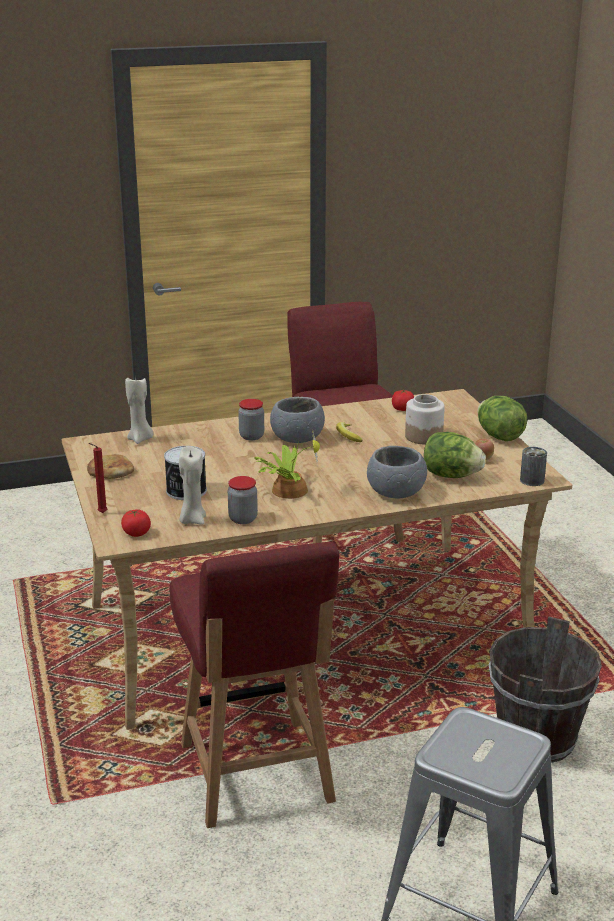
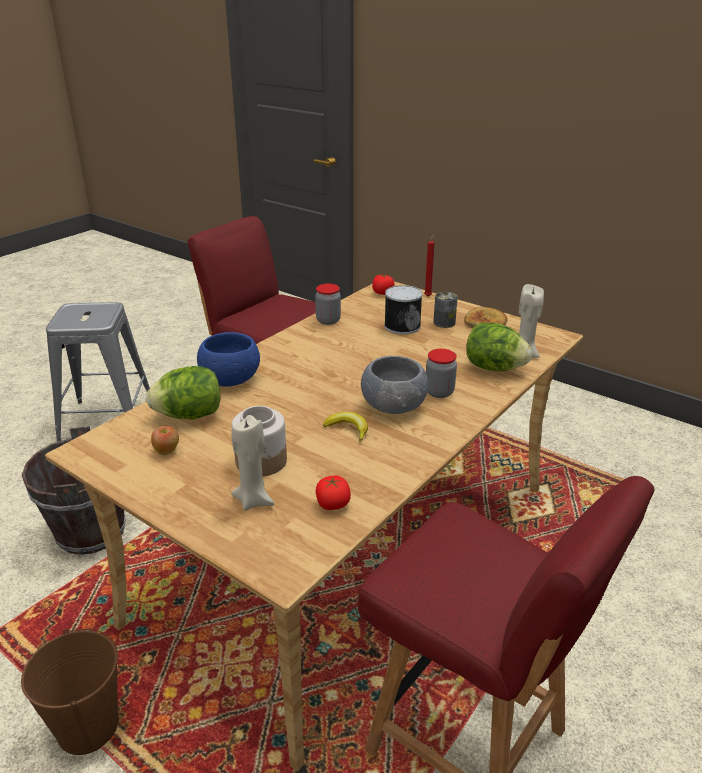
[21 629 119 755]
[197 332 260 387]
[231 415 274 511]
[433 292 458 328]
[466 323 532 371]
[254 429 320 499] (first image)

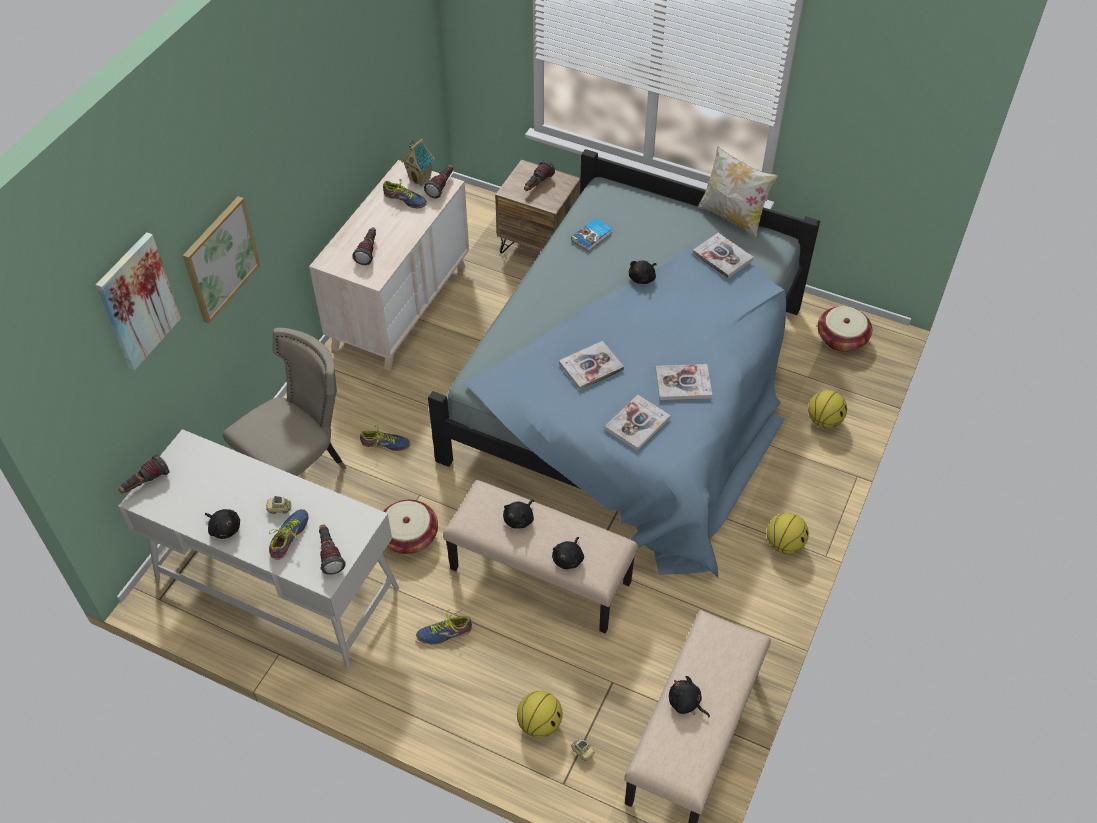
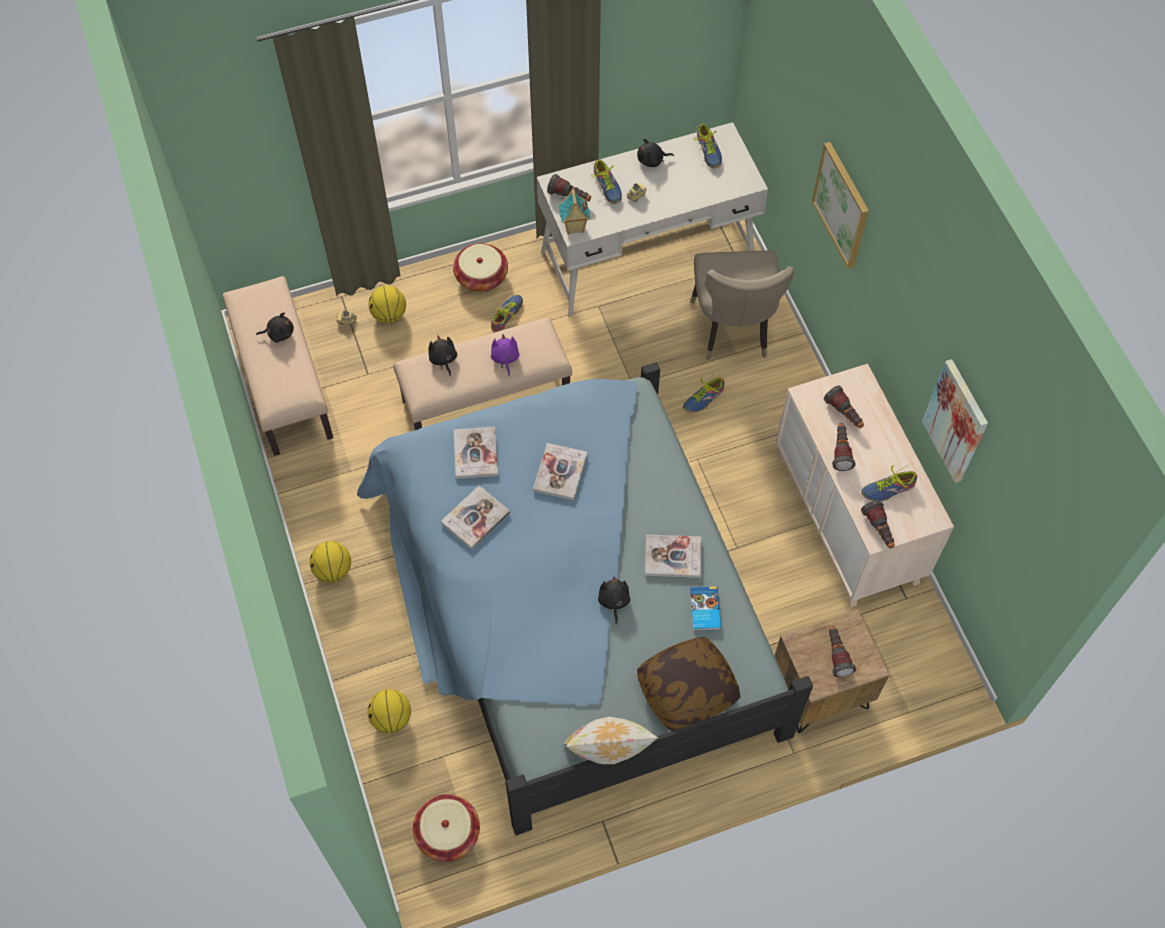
[453 243 508 292]
[491 334 520 376]
[559 189 590 235]
[637 637 741 731]
[645 534 701 578]
[694 124 722 168]
[832 423 856 471]
[922 359 988 483]

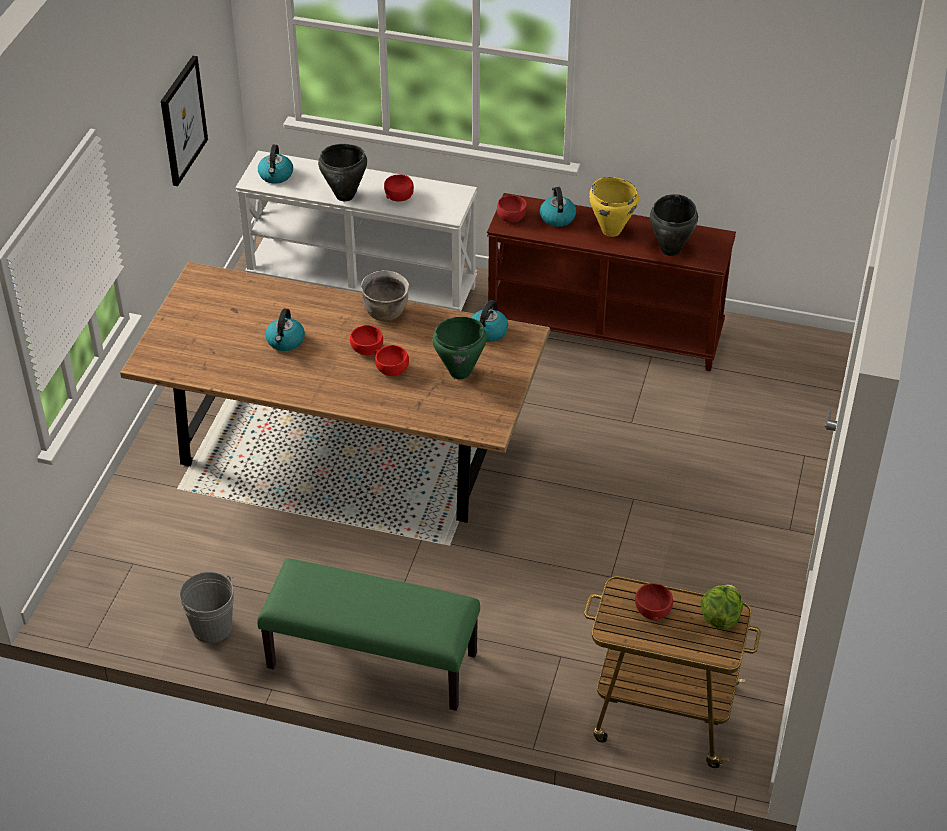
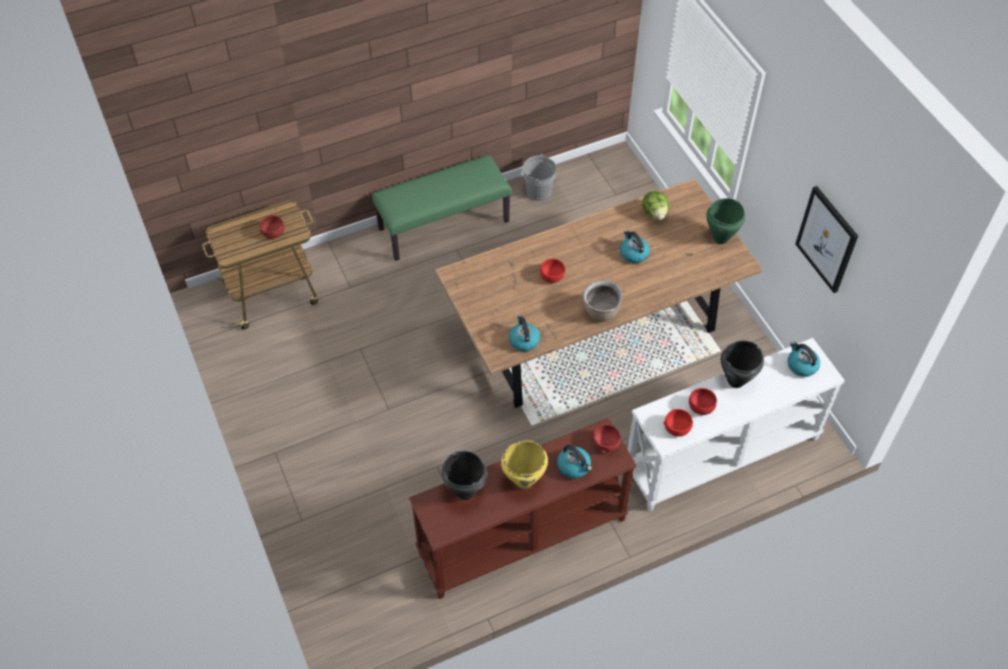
[642 191 669 220]
[663 409 693 437]
[706 198 745 244]

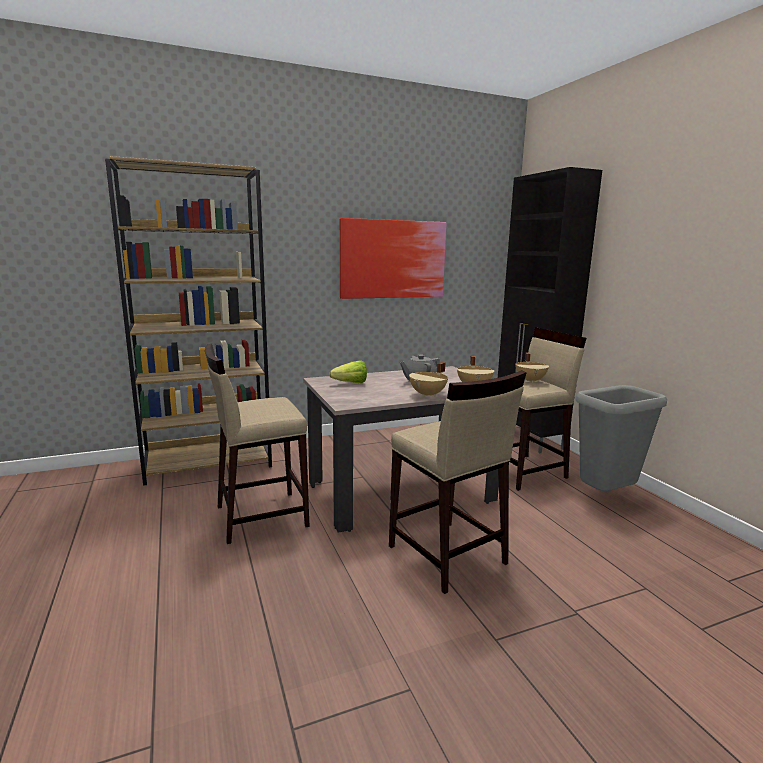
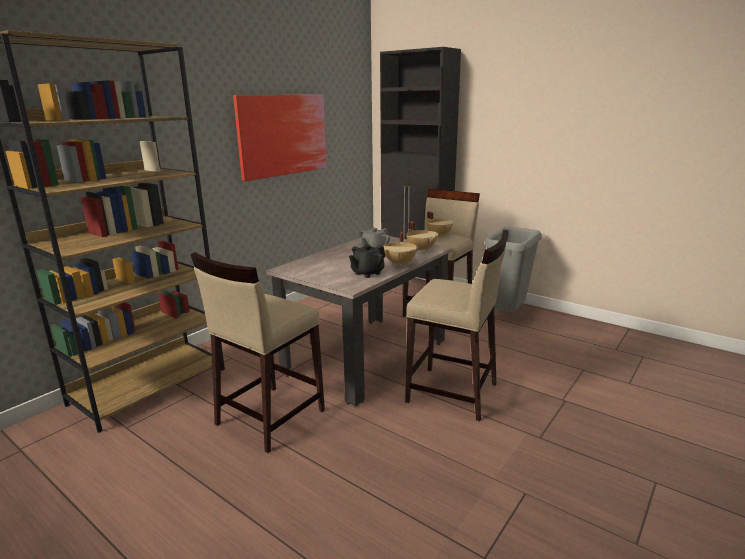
[349 245 386 278]
[329 360 367 383] (first image)

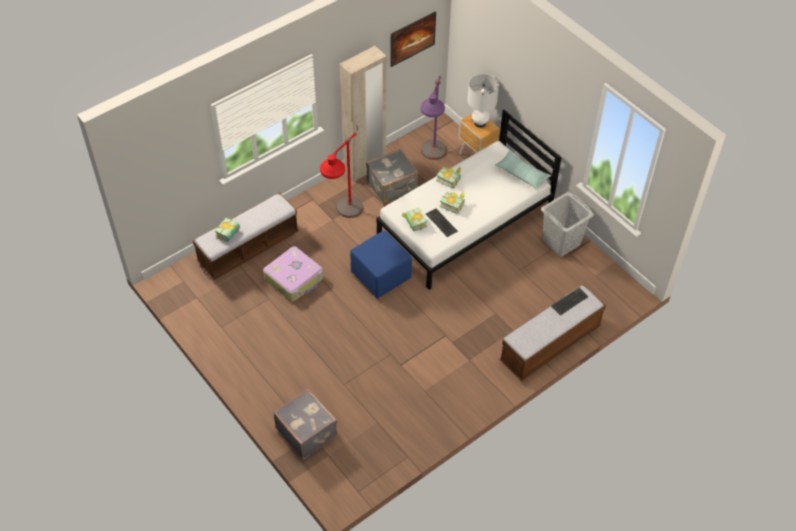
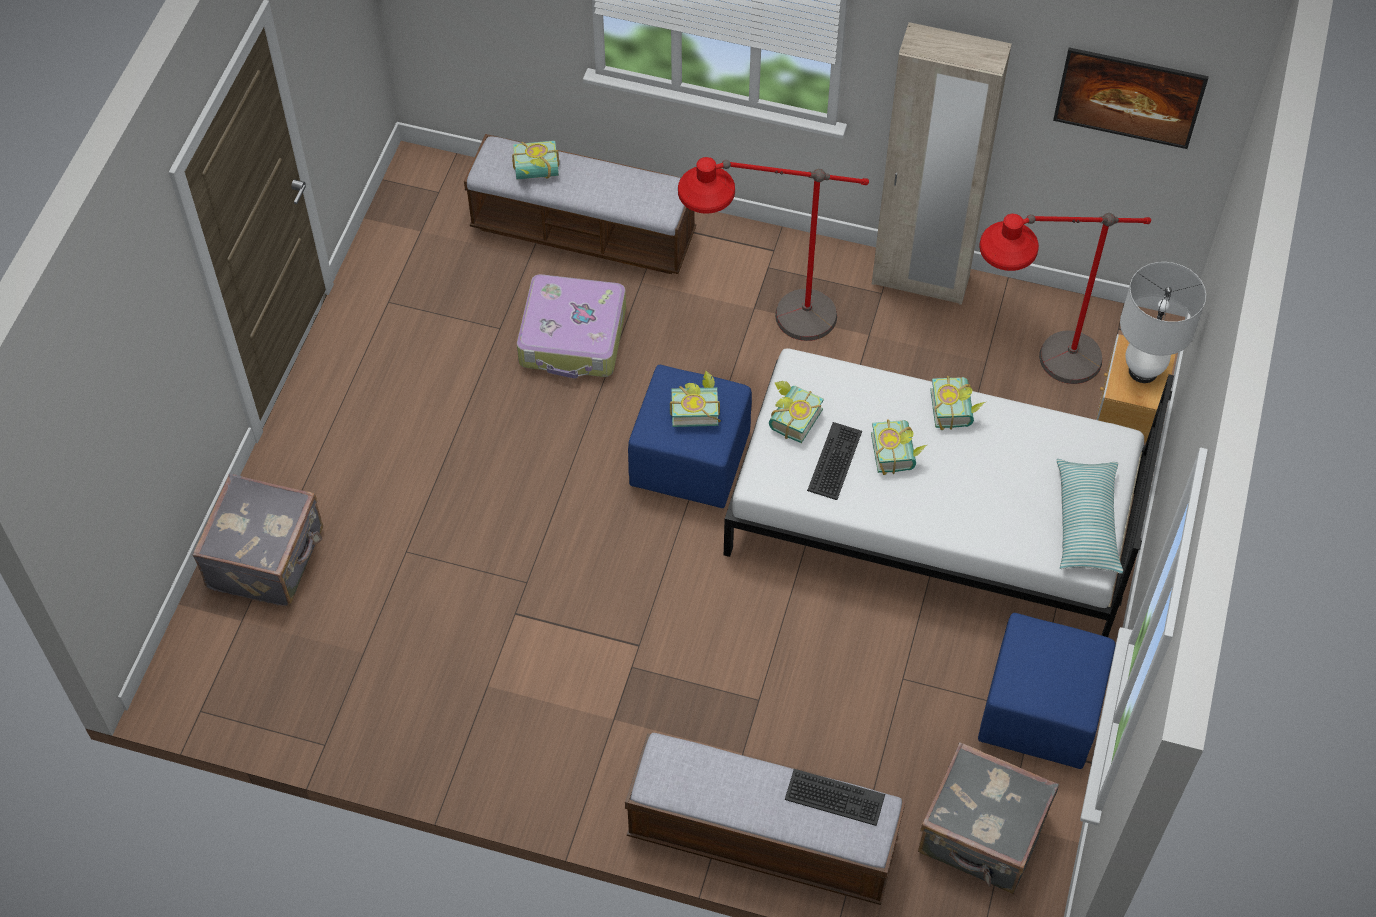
[670 371 721 427]
[918 742 1059 894]
[978 613 1115 769]
[979 213 1151 384]

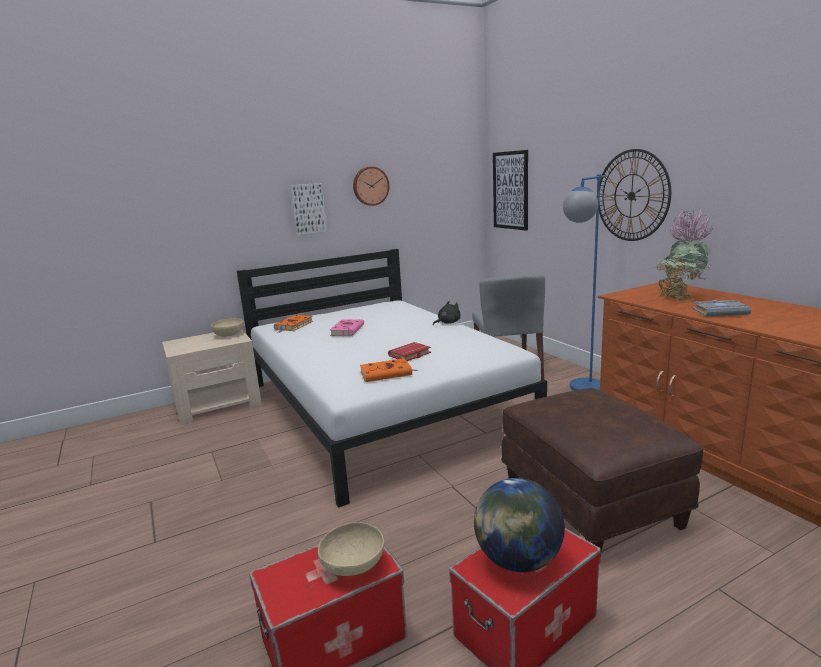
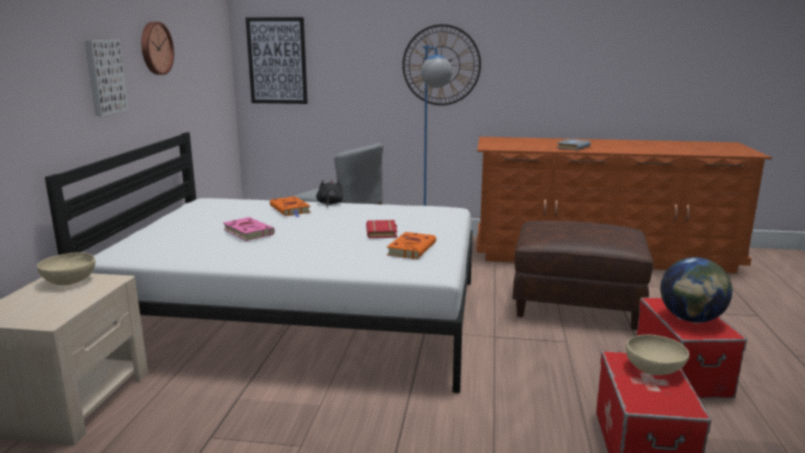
[270 196 311 217]
[656 210 714 301] (first image)

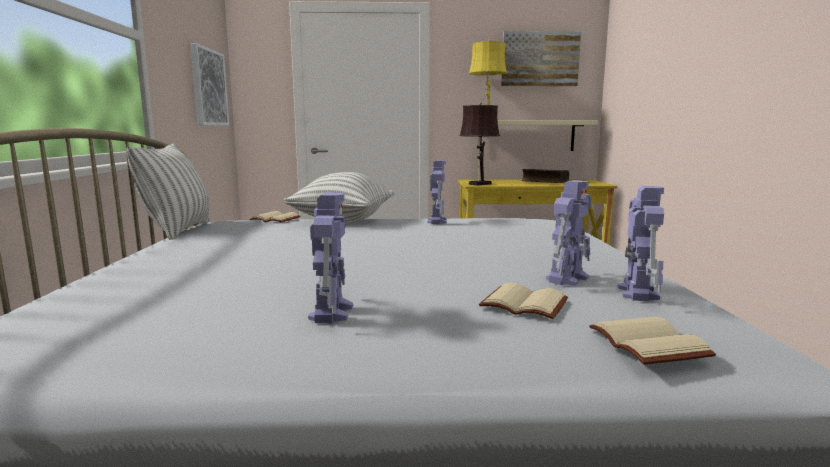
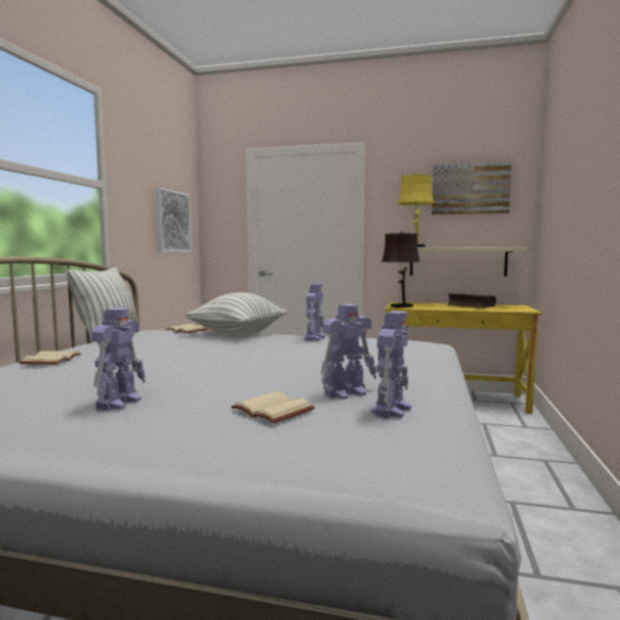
[19 351 81 364]

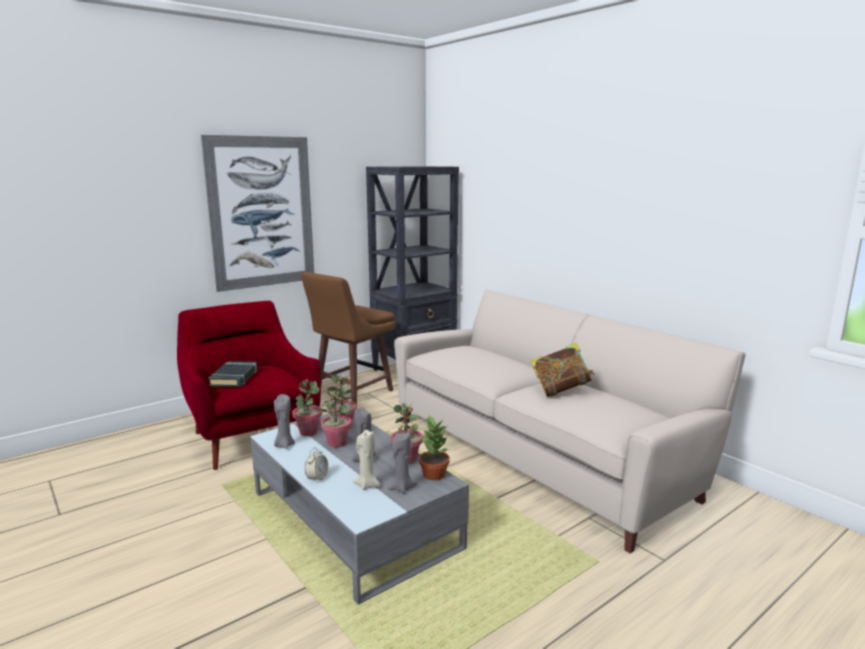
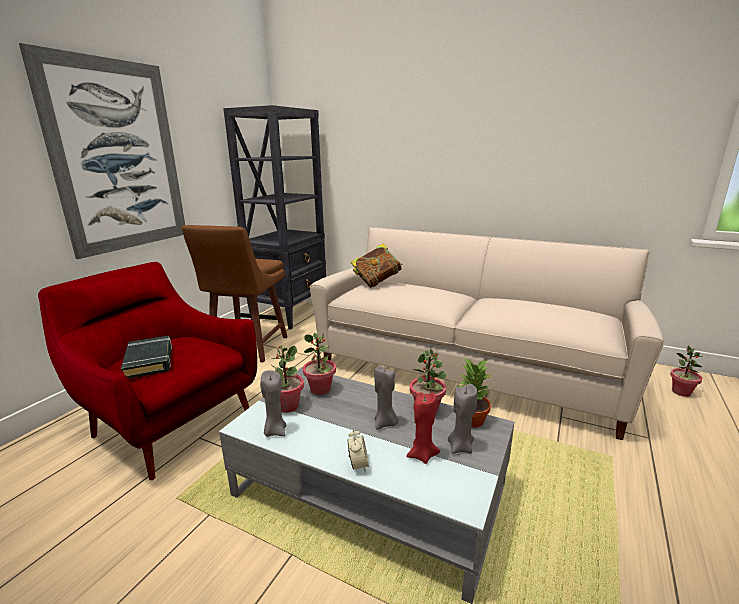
[351 244 403 288]
[406 392 440 464]
[670 346 702 397]

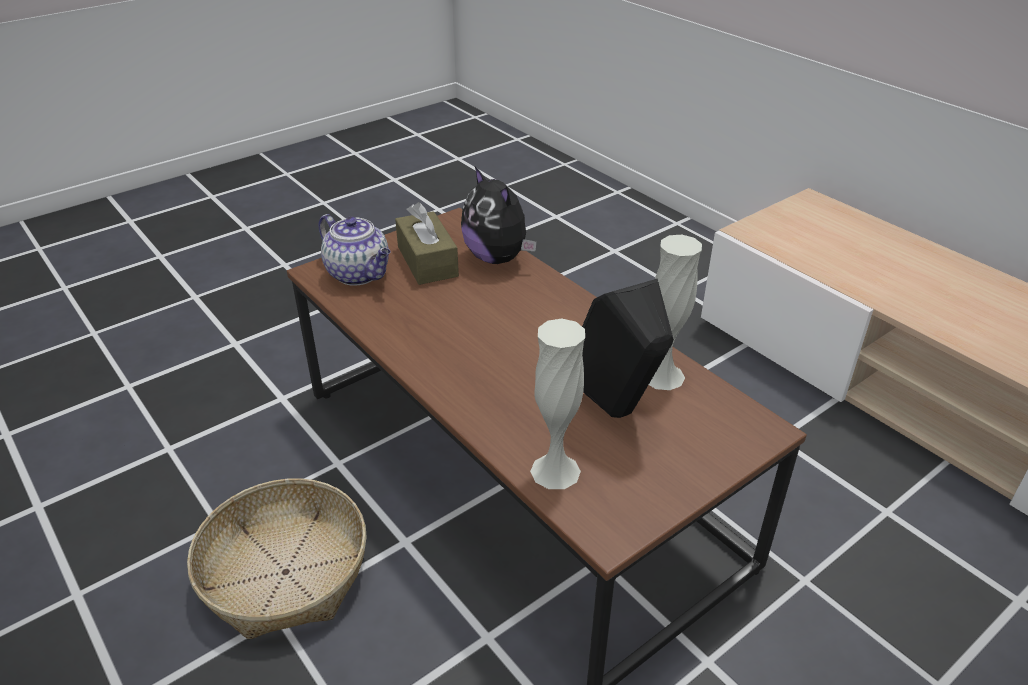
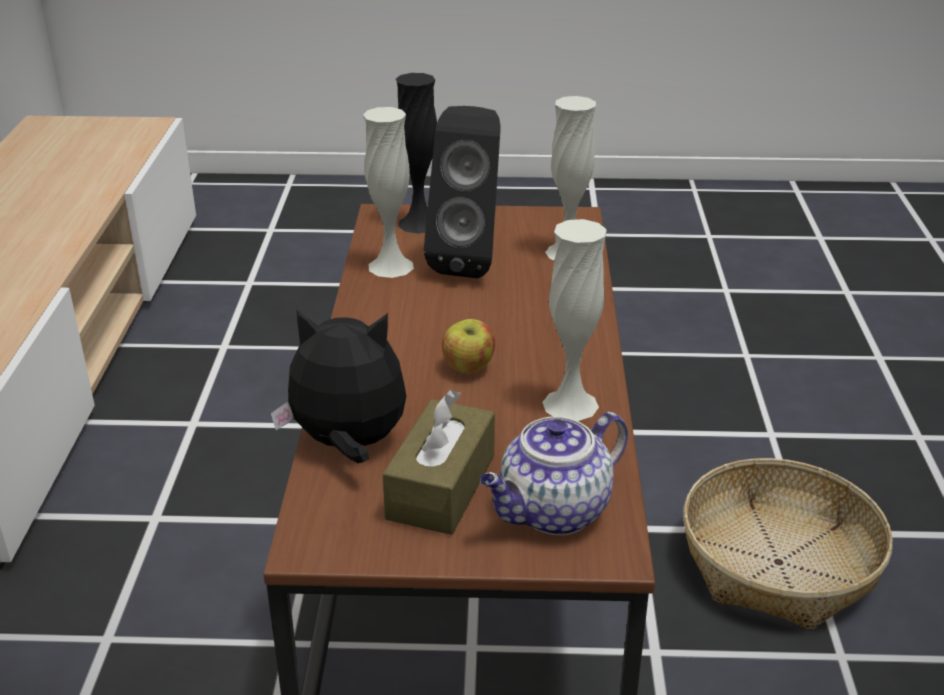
[271 310 406 463]
[396 73 437 234]
[442 319 495 374]
[480 412 628 535]
[542 219 607 421]

